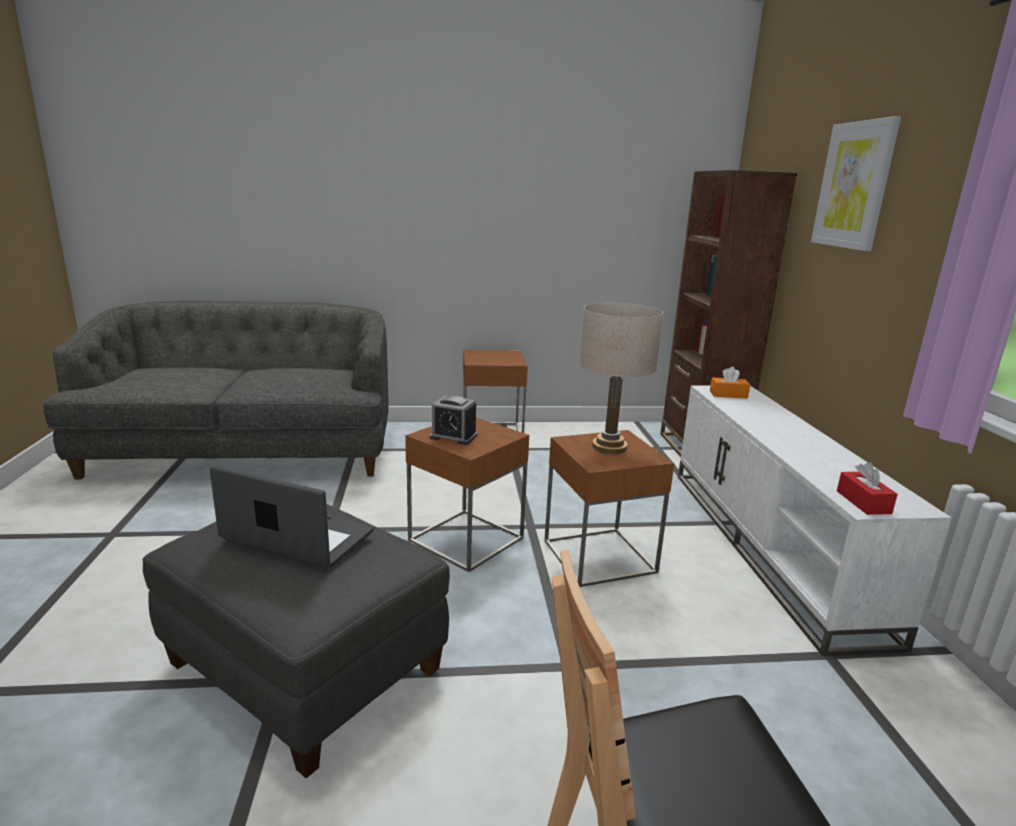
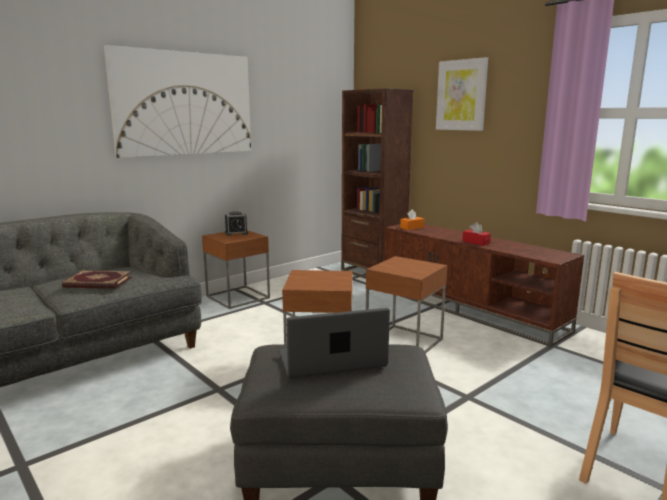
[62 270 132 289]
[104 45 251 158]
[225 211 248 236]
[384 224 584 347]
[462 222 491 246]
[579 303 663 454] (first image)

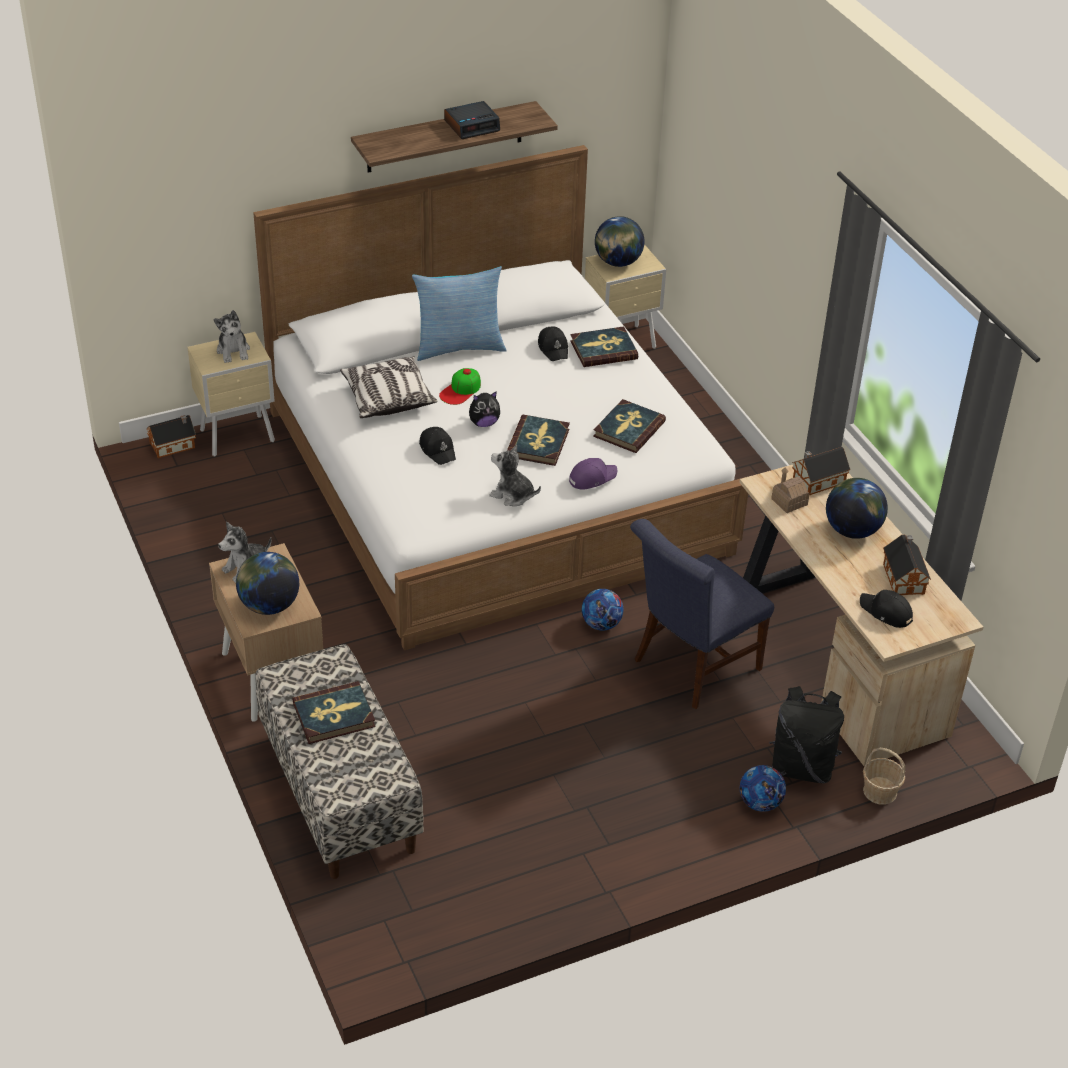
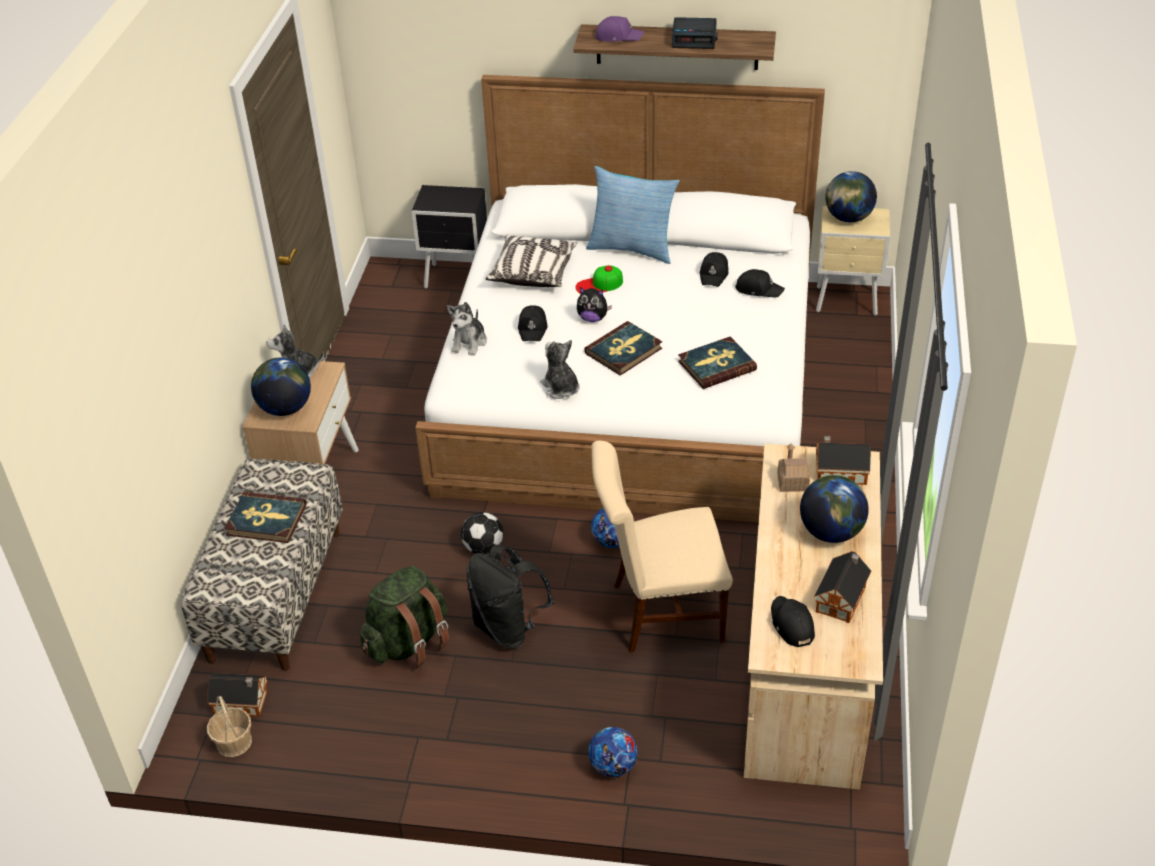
[207 673 268 716]
[207 696 252 757]
[360 566 449 669]
[412 185 487 289]
[447 302 487 356]
[461 512 503 554]
[466 545 554 649]
[592 441 733 653]
[595 16 644 42]
[735 269 785 298]

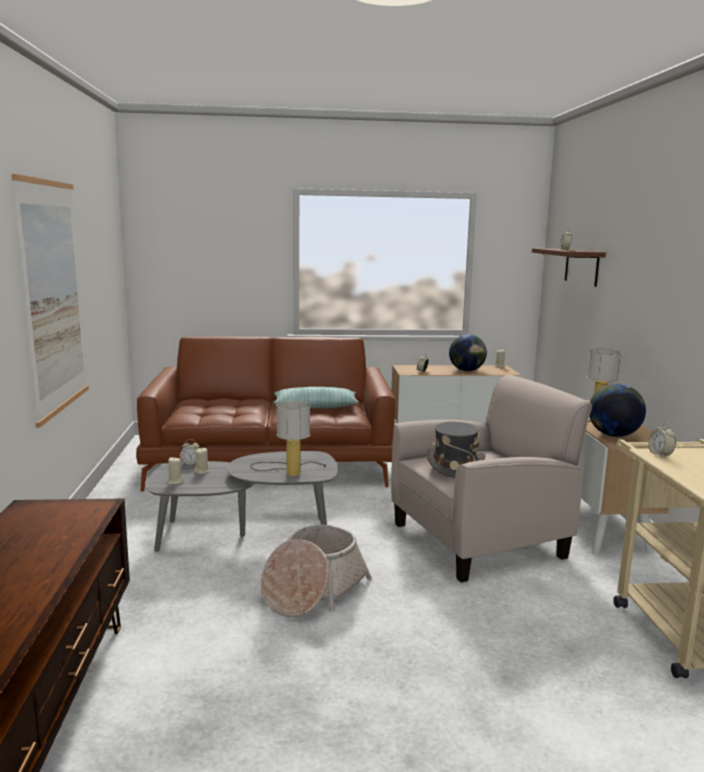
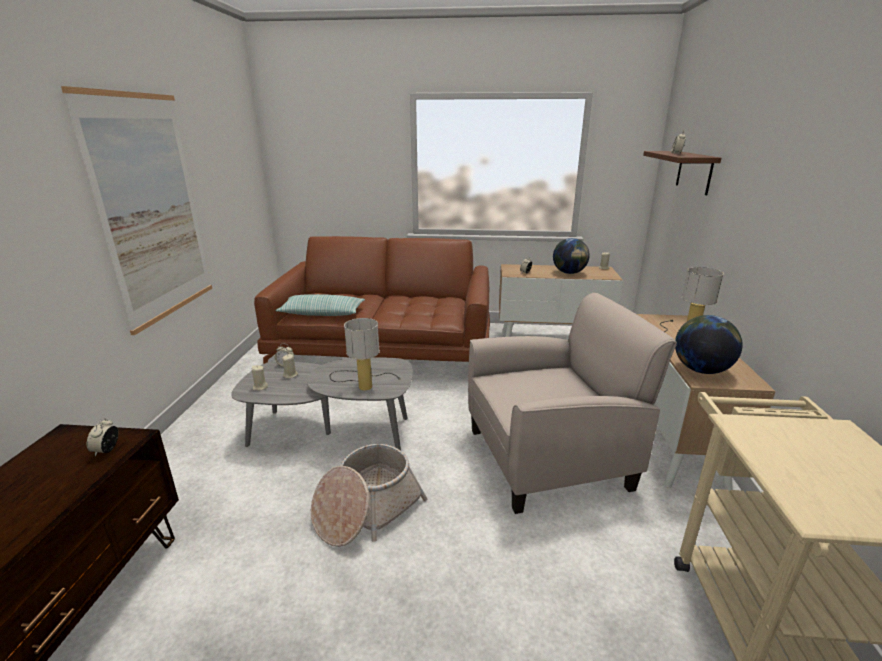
[87 418 118 456]
[276 294 365 316]
[426 422 485 478] (first image)

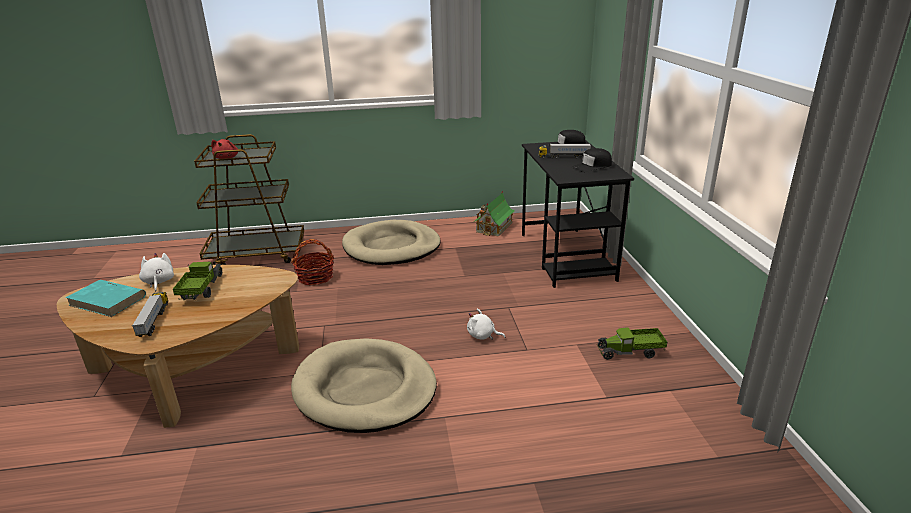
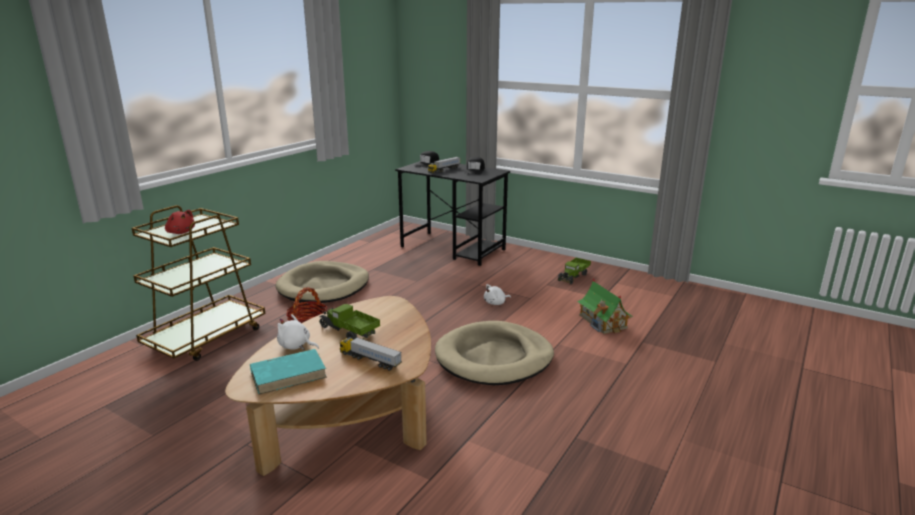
[577 279 633 334]

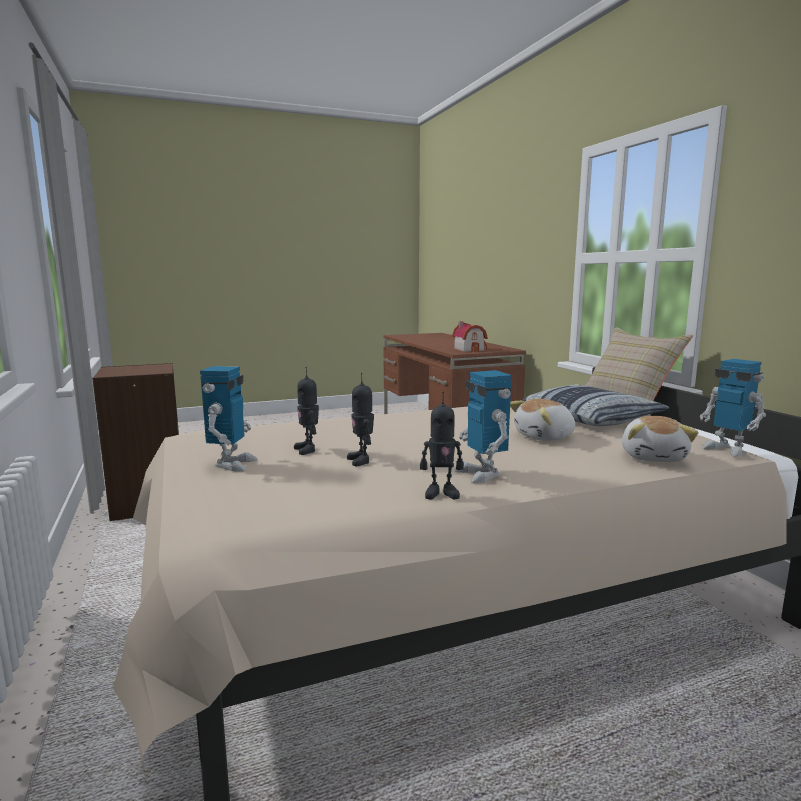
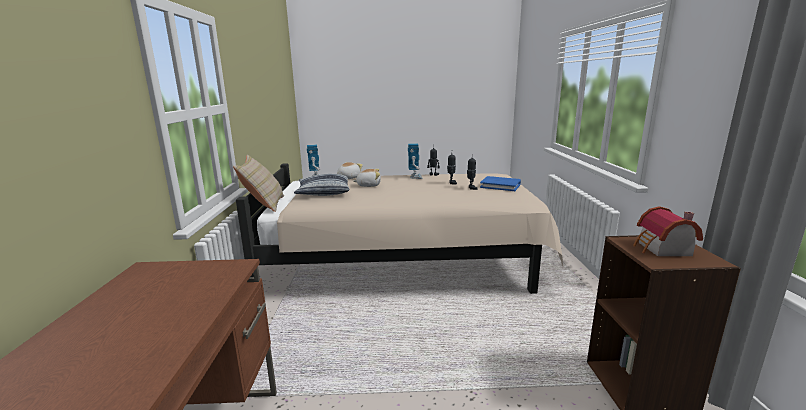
[480 176 521 191]
[633 206 703 256]

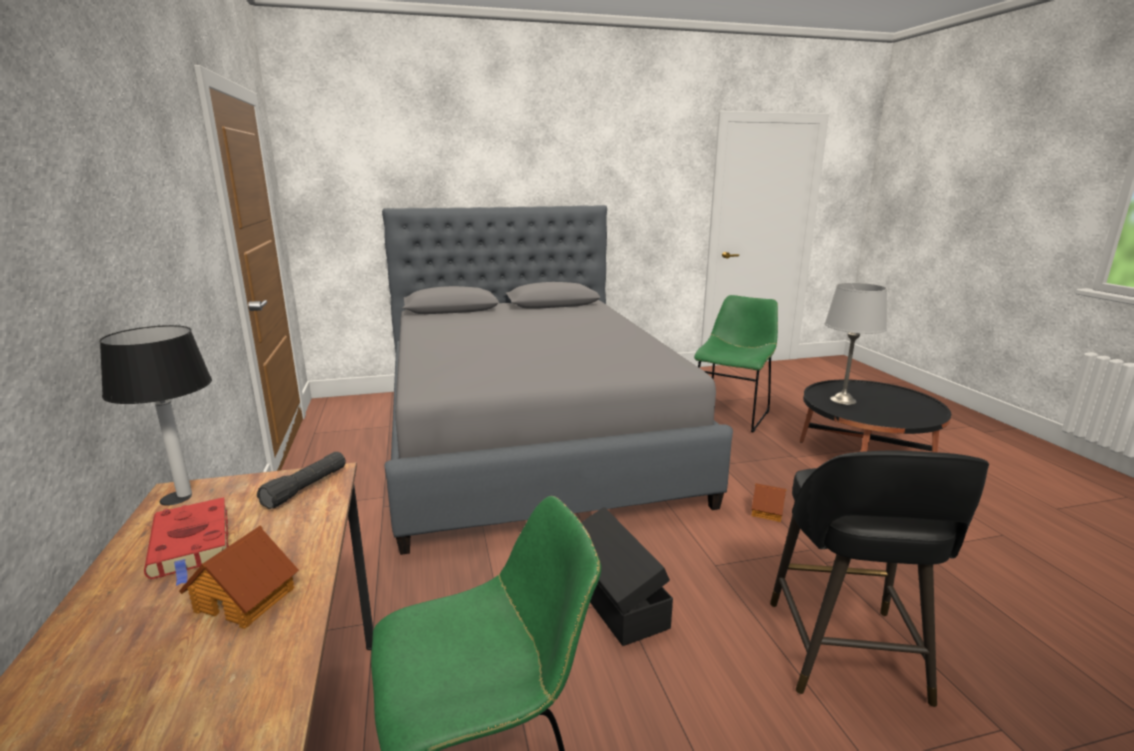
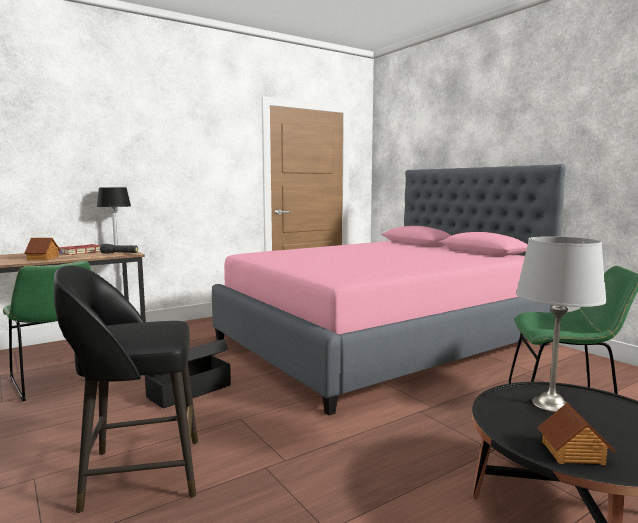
[212 164 566 415]
[537 402 616 465]

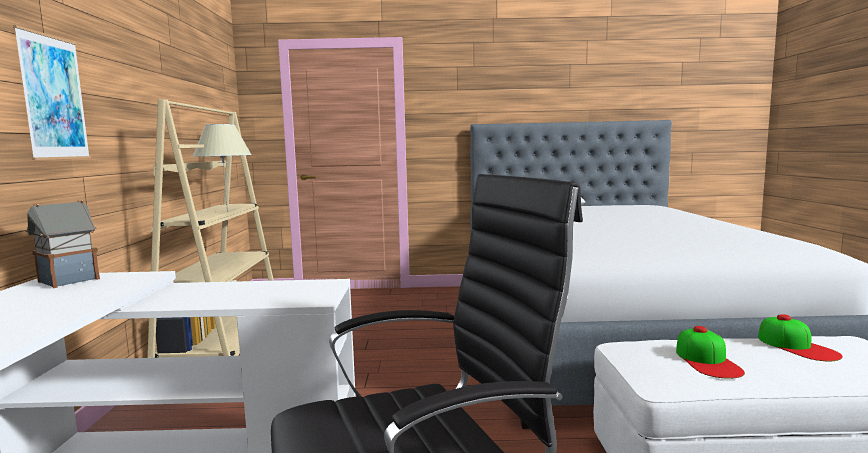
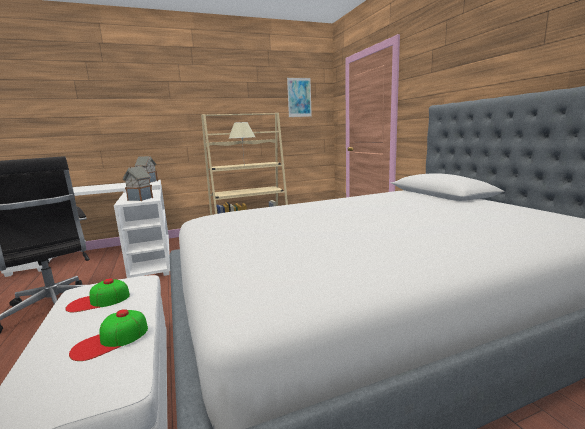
[122 165 153 201]
[287 77 312 118]

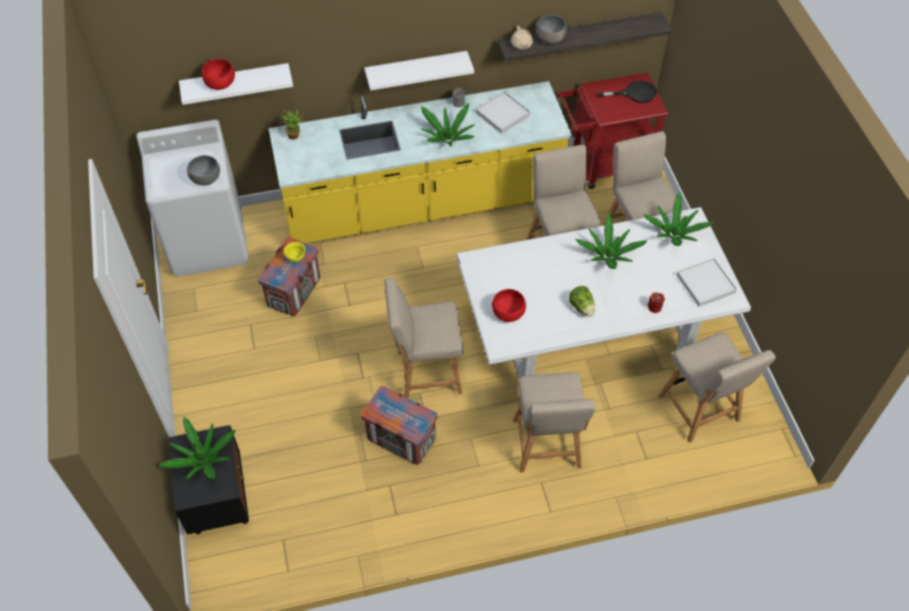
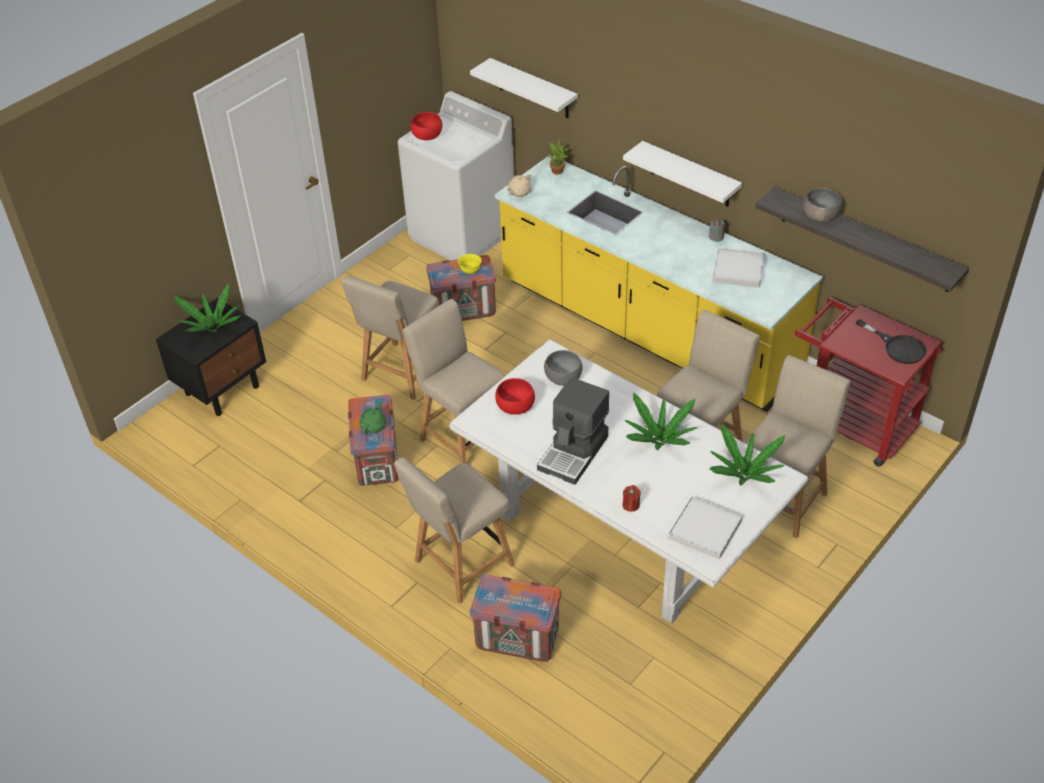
[342 275 439 400]
[360 400 386 434]
[411 112 443 140]
[470 574 561 662]
[506 174 531 197]
[537 377 609 485]
[544 350 582 386]
[421 103 475 146] (first image)

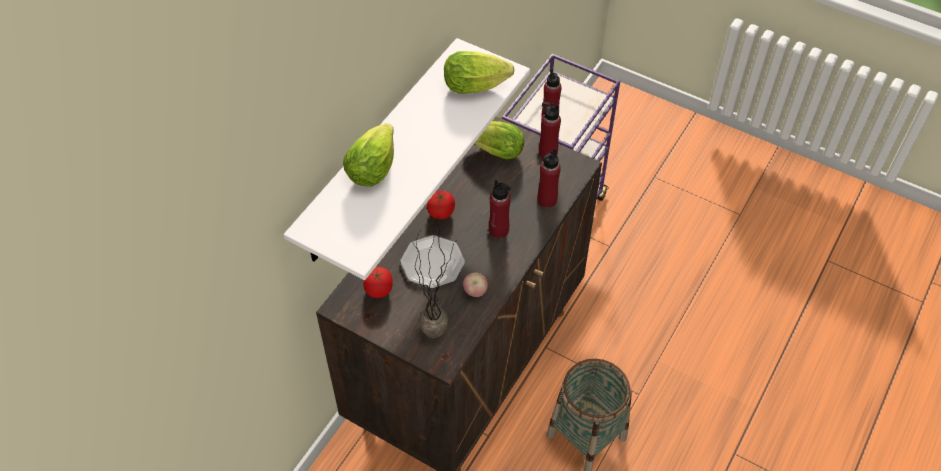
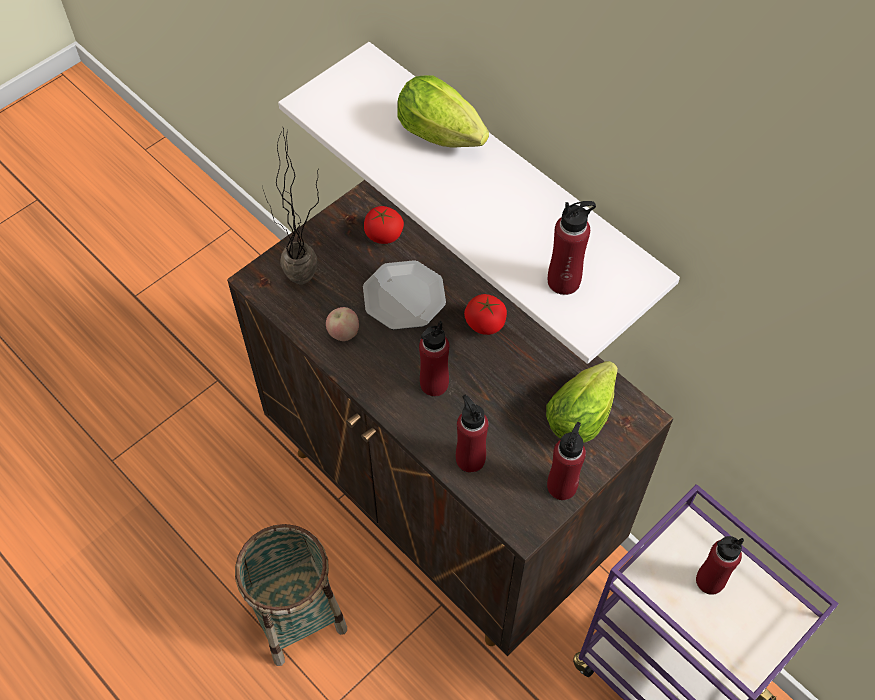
[548 201 596 295]

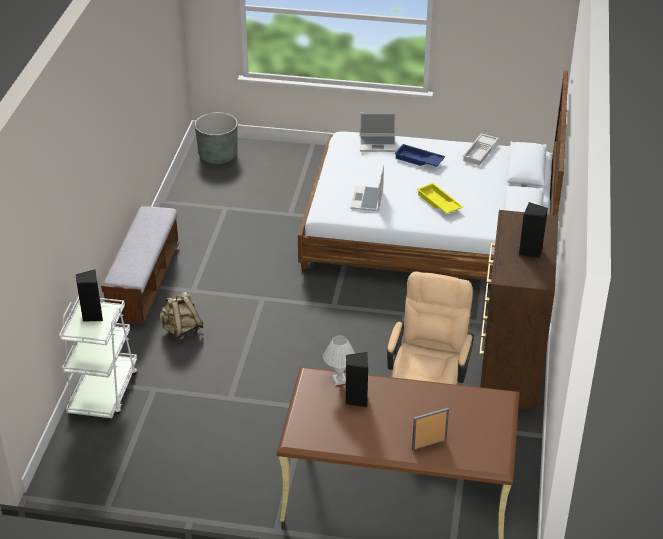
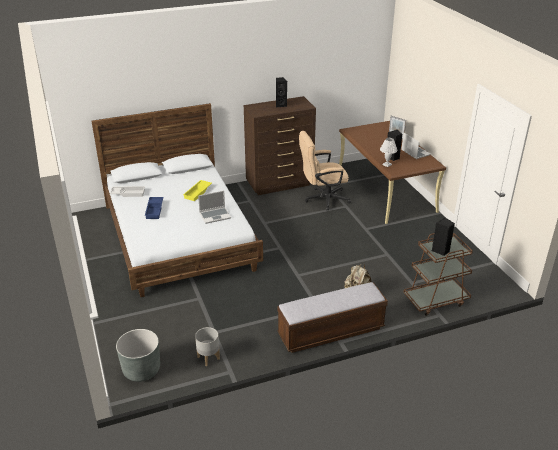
[195 327 220 366]
[401 133 431 159]
[404 233 473 316]

